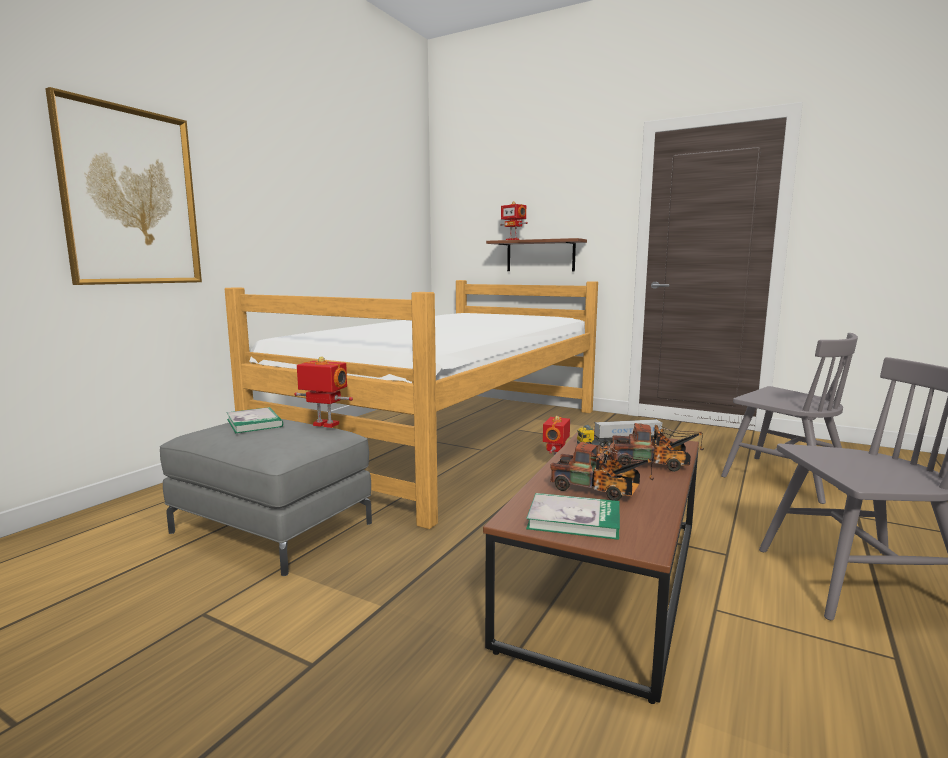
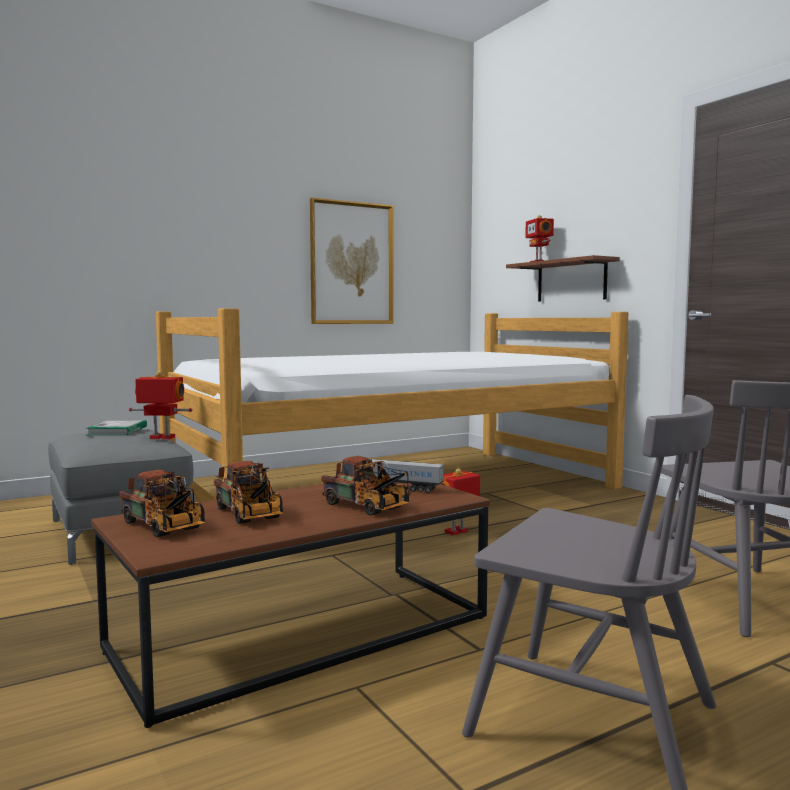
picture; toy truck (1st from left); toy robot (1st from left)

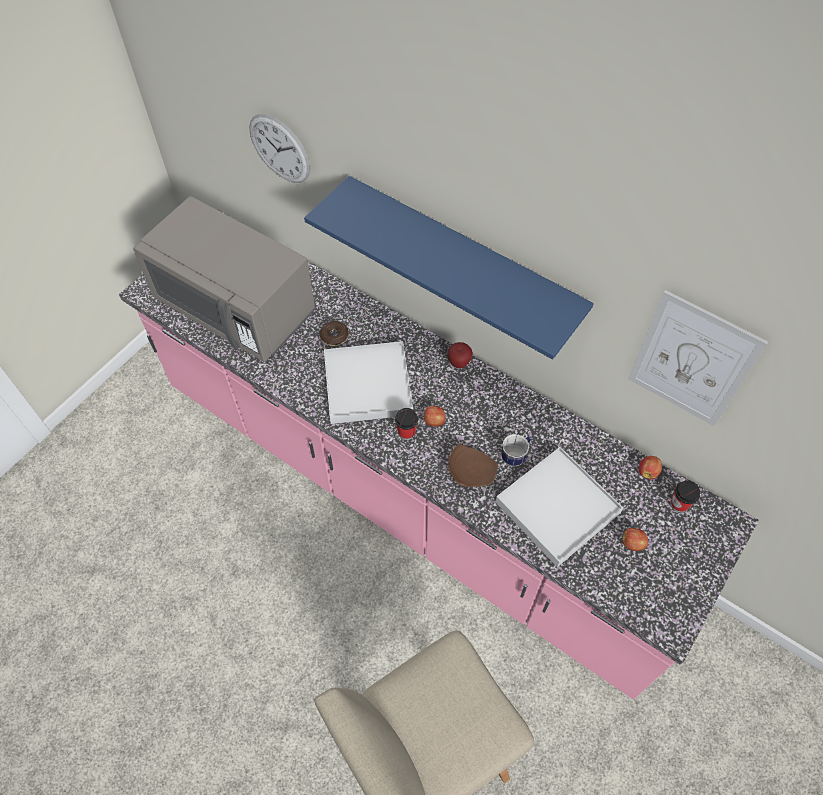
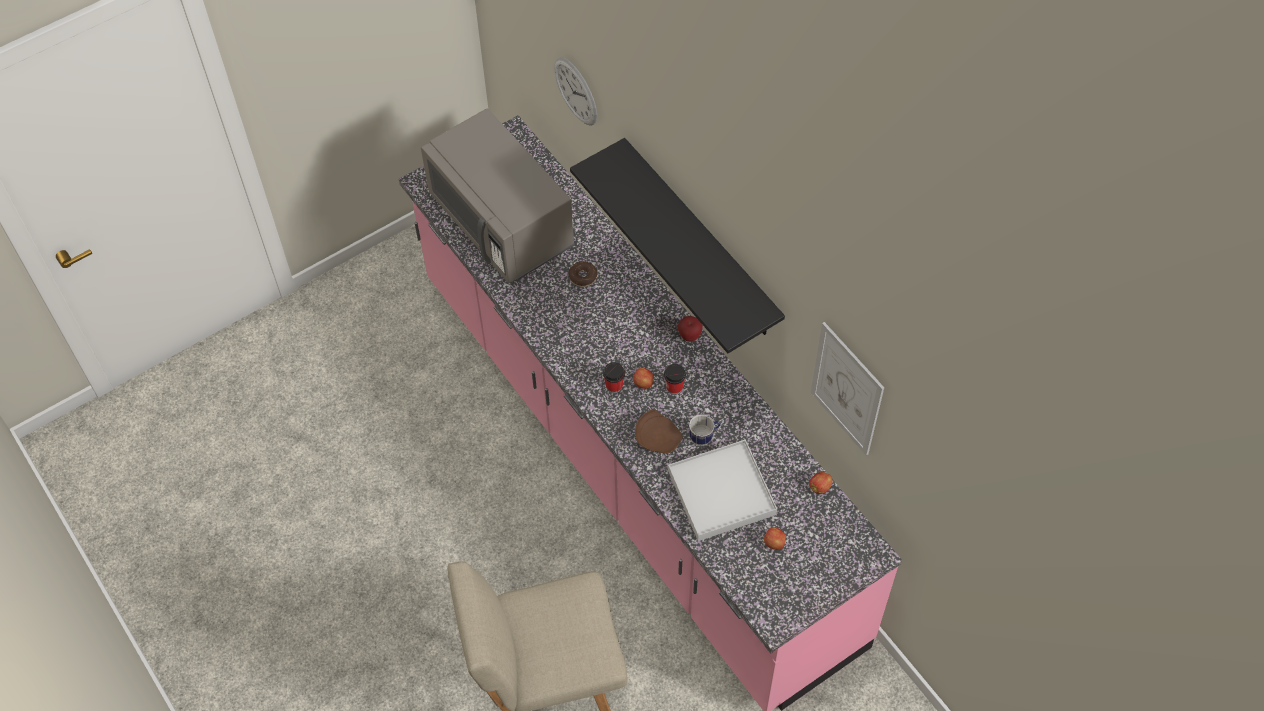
white tray (1st from left in the first image); cup (2nd from left); black shelf

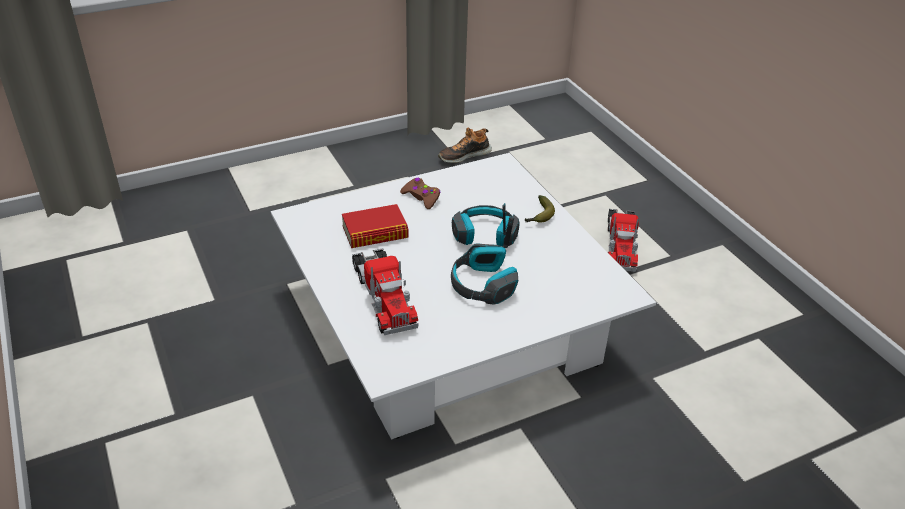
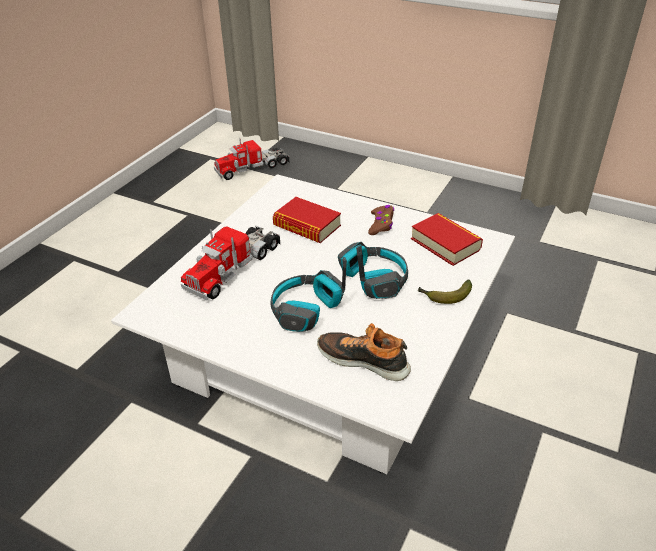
book (2nd from left); shoe; toy truck (2nd from left)

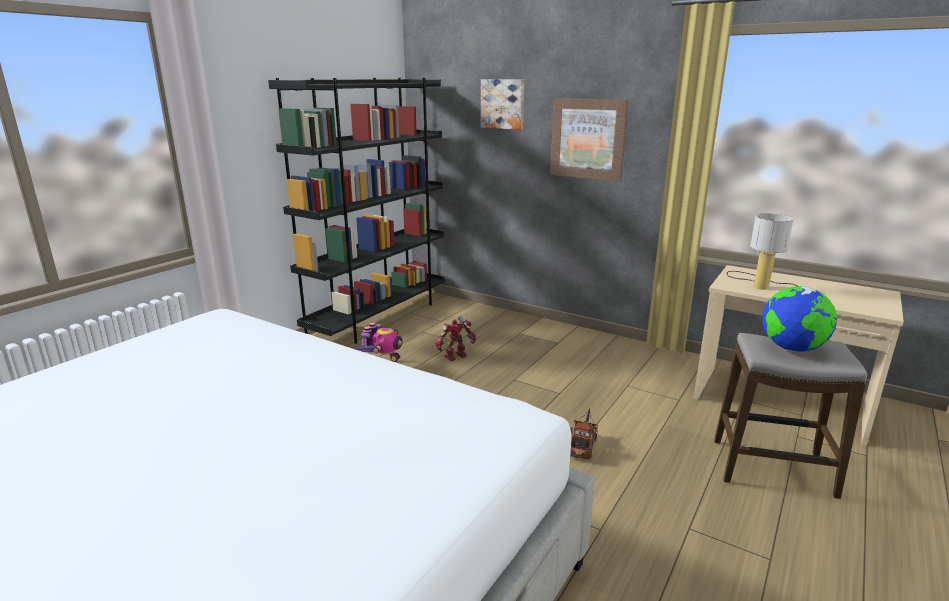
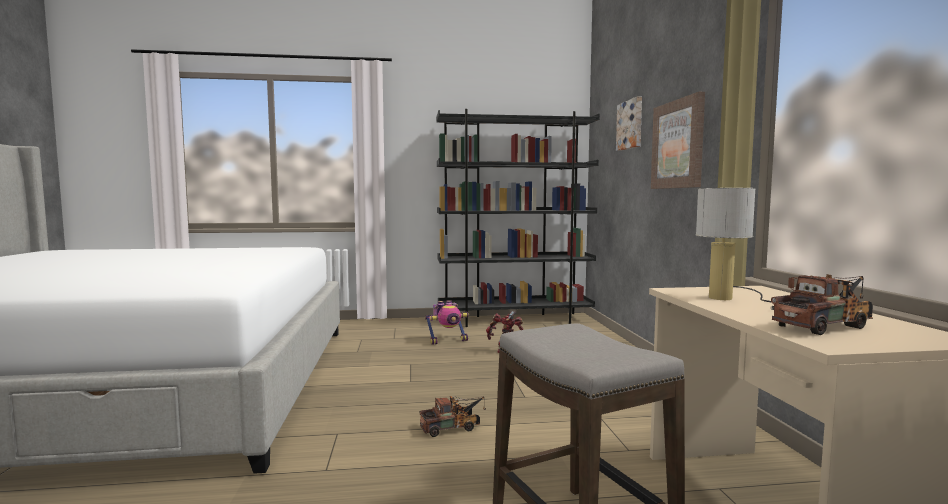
globe; toy truck (2nd from left)

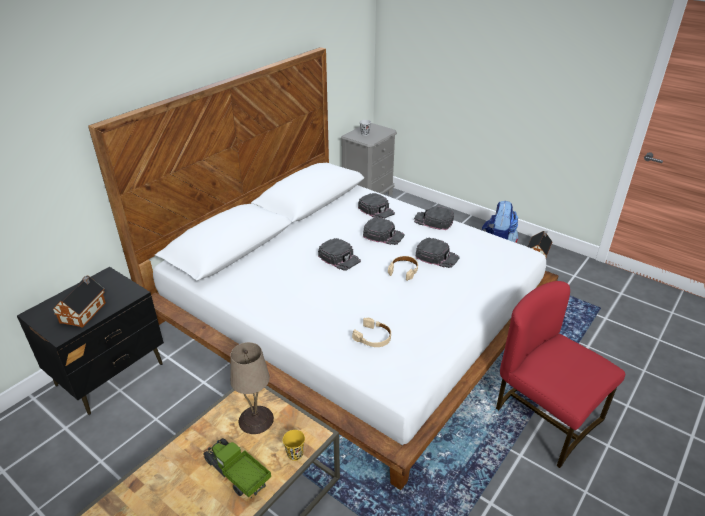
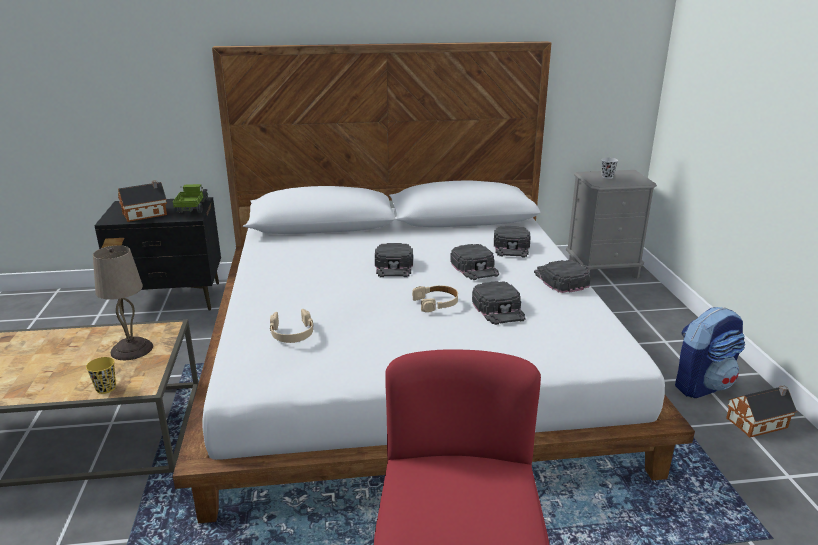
toy truck

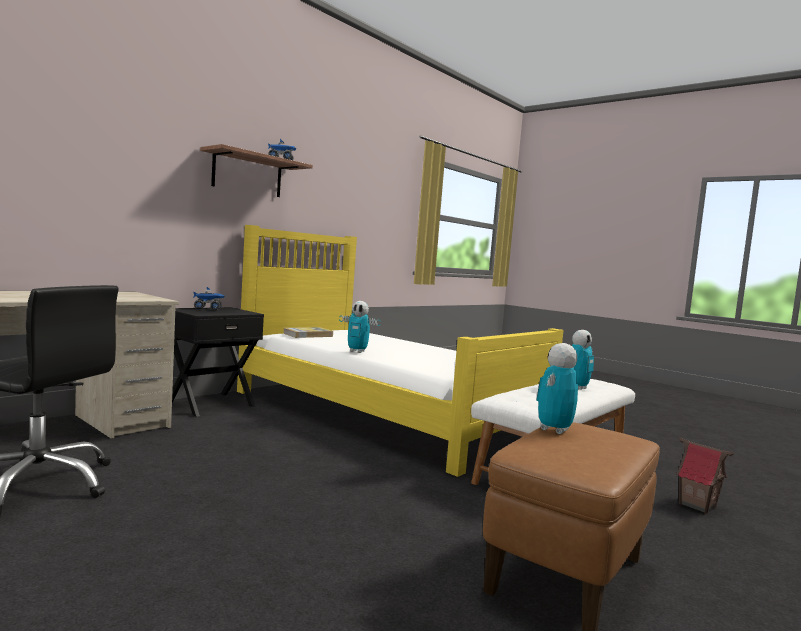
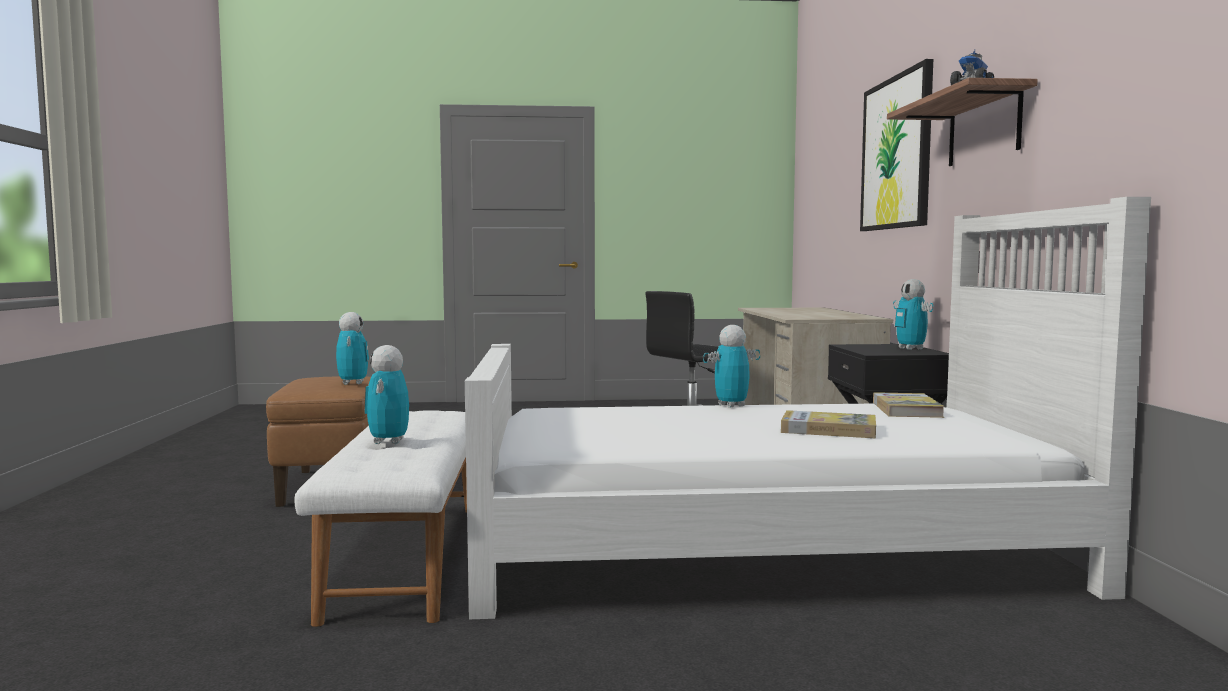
toy house; book (1st from left); picture; toy robot (4th from left); white bed

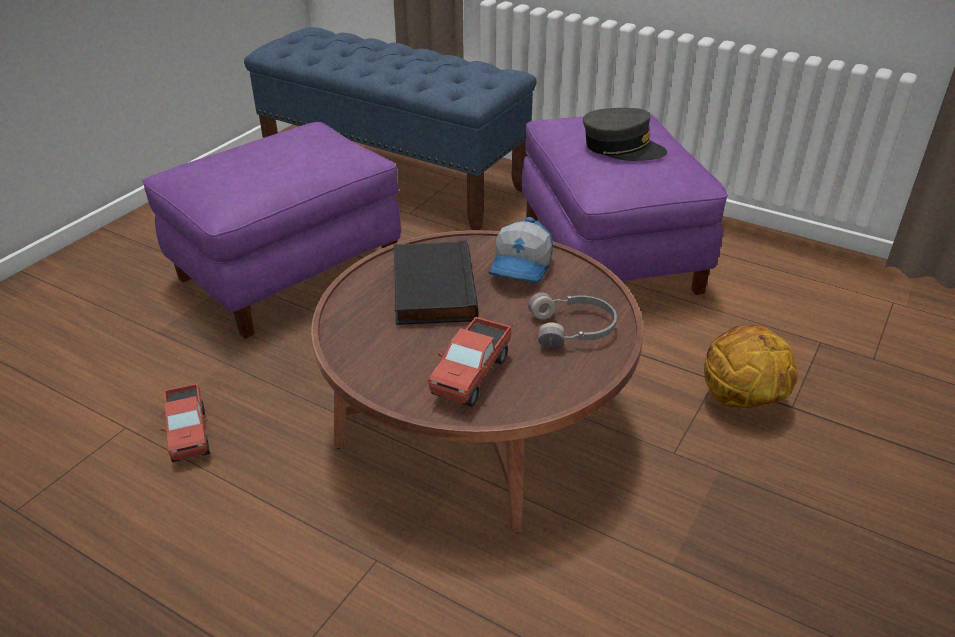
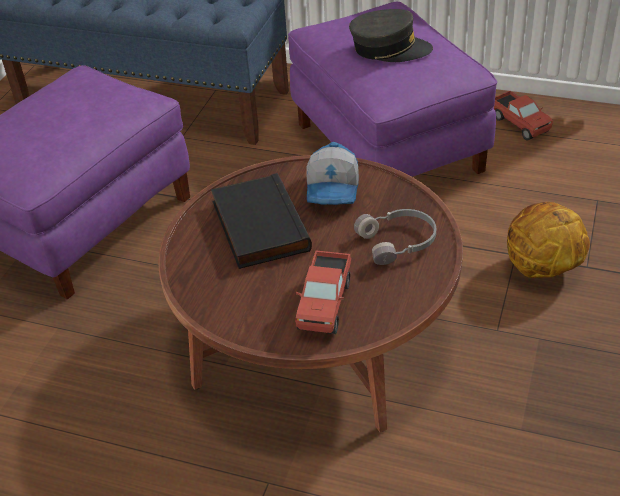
toy truck (2nd from left)

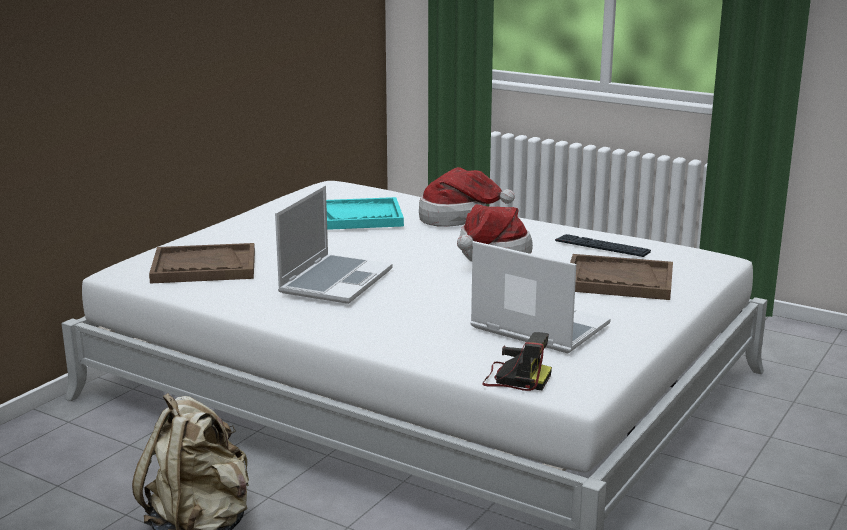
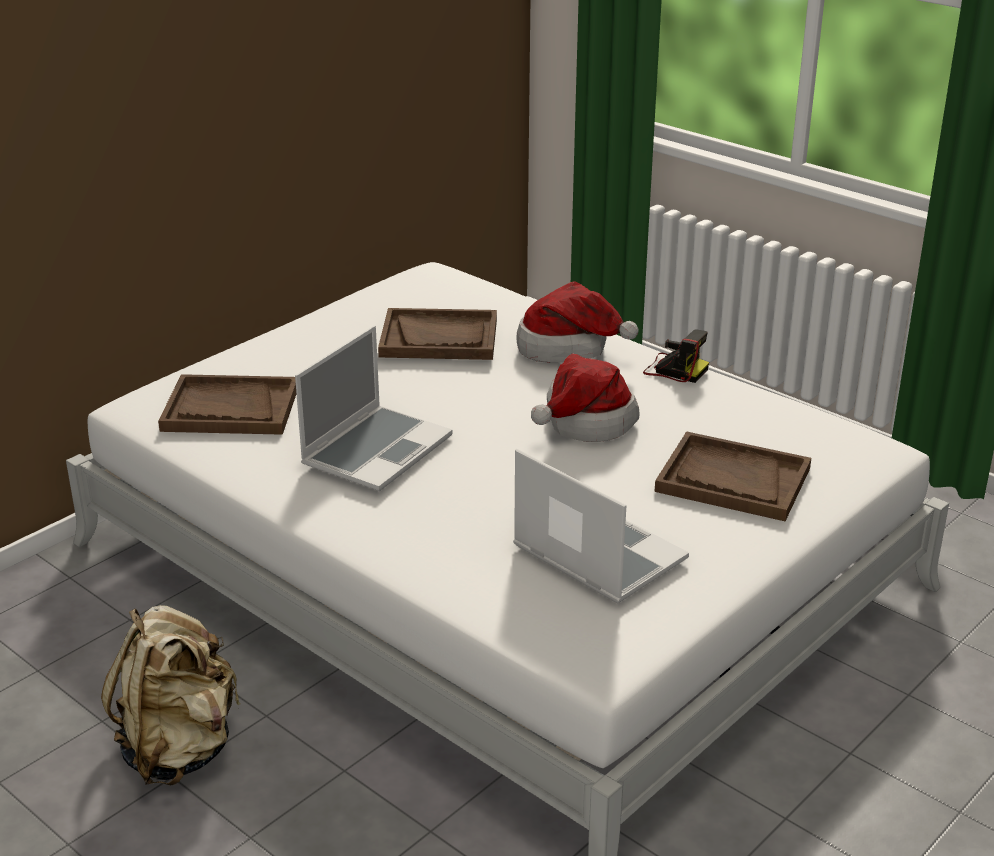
keyboard; photo camera; brown tray (2nd from left)

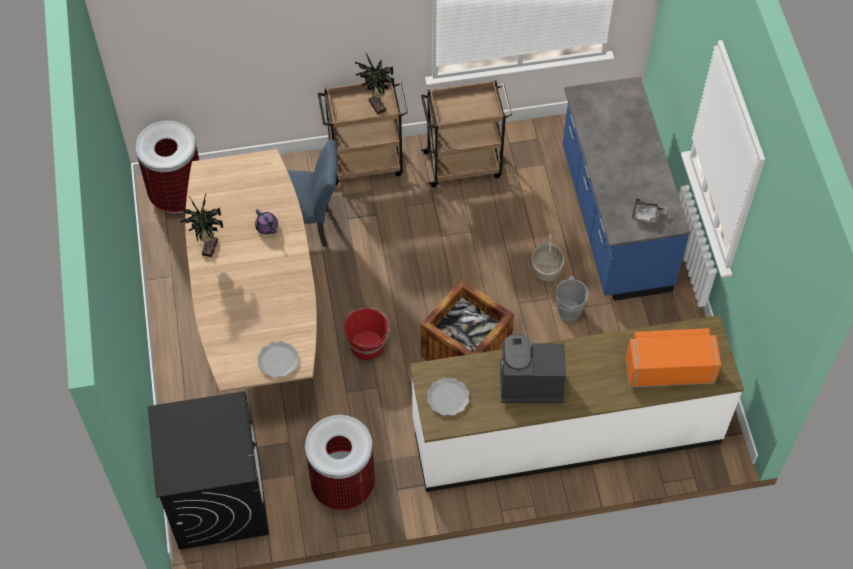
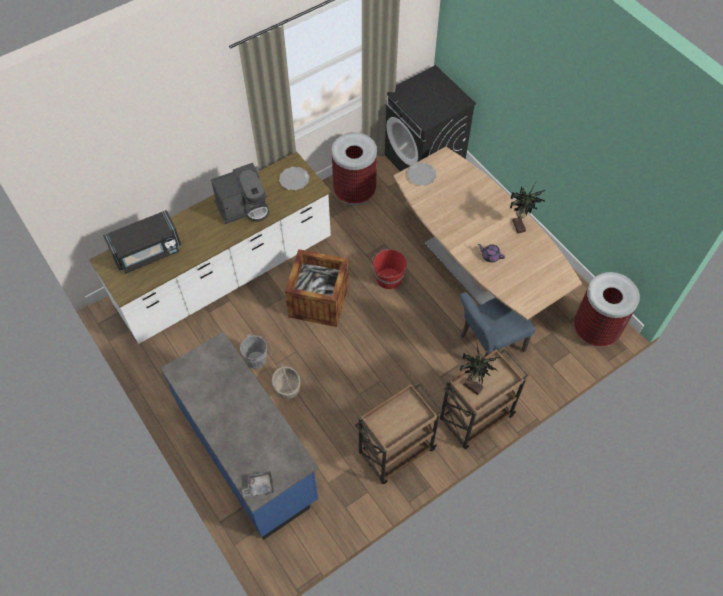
grey tray; black microwave

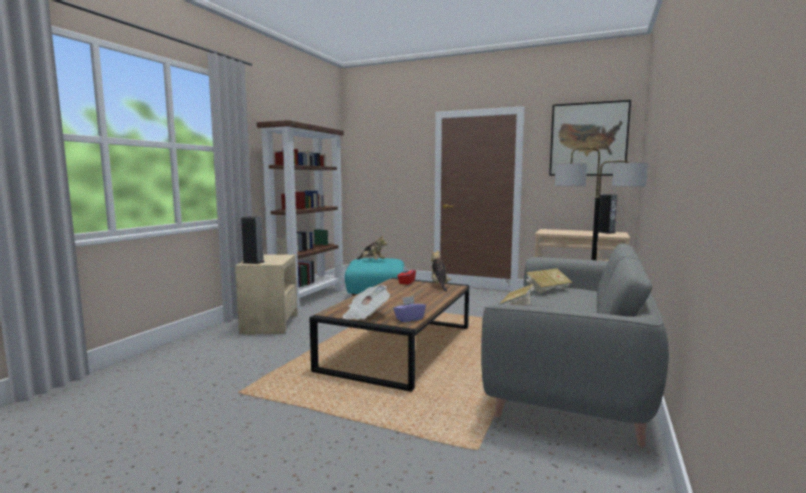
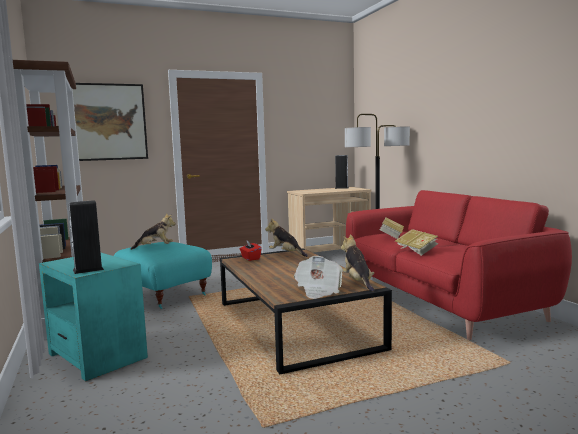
picture; plush toy (3rd from left); turquoise side table; red sofa

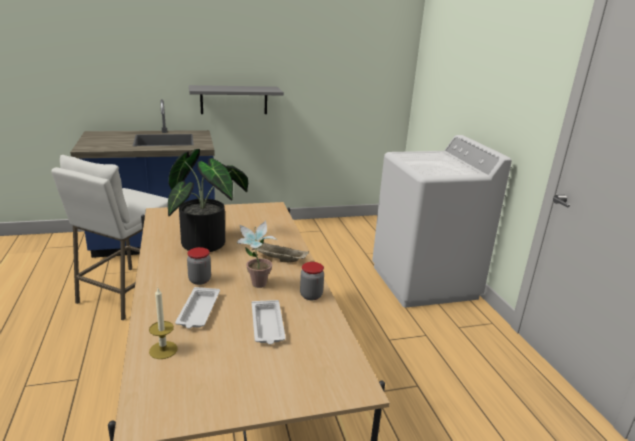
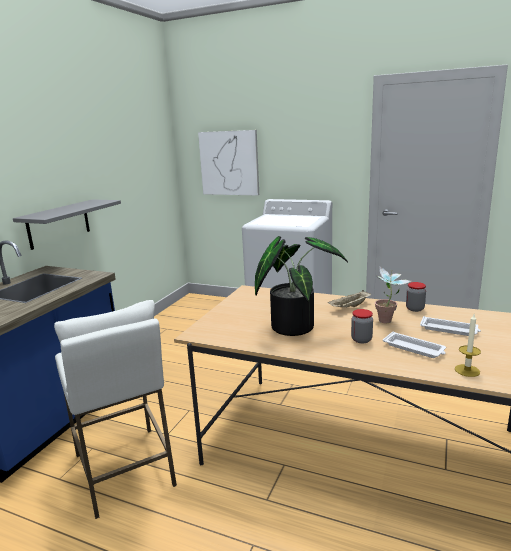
picture

